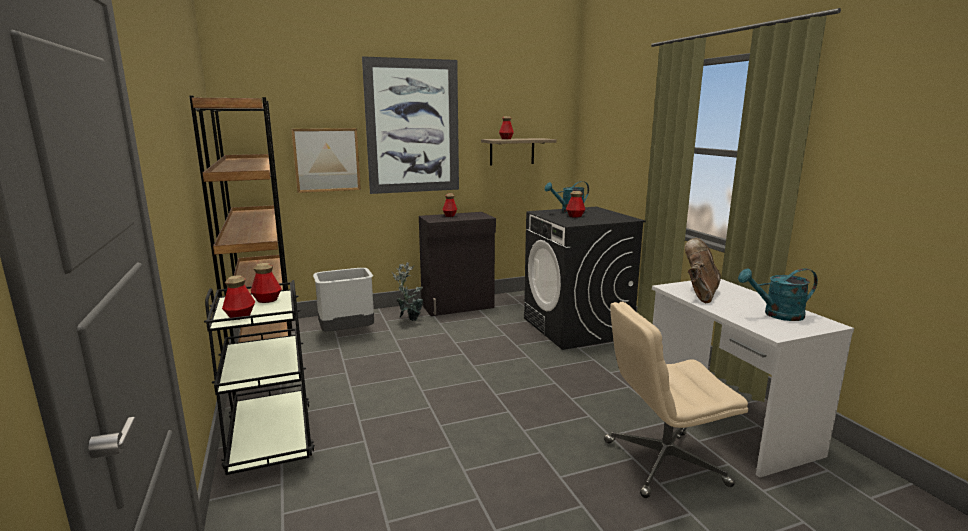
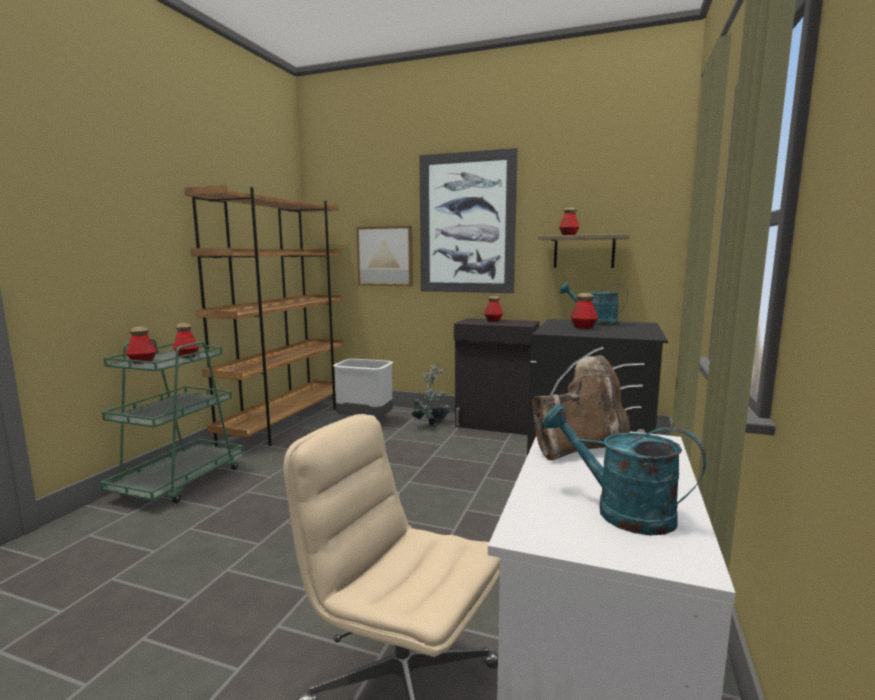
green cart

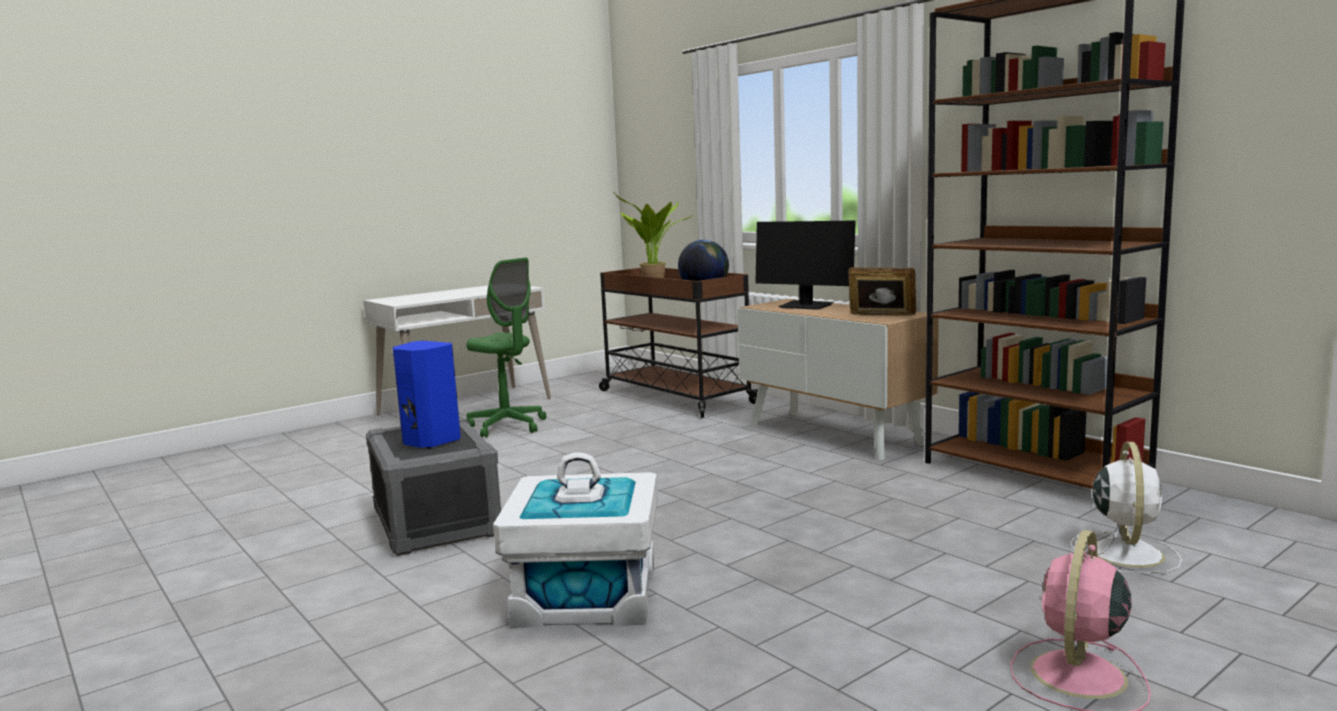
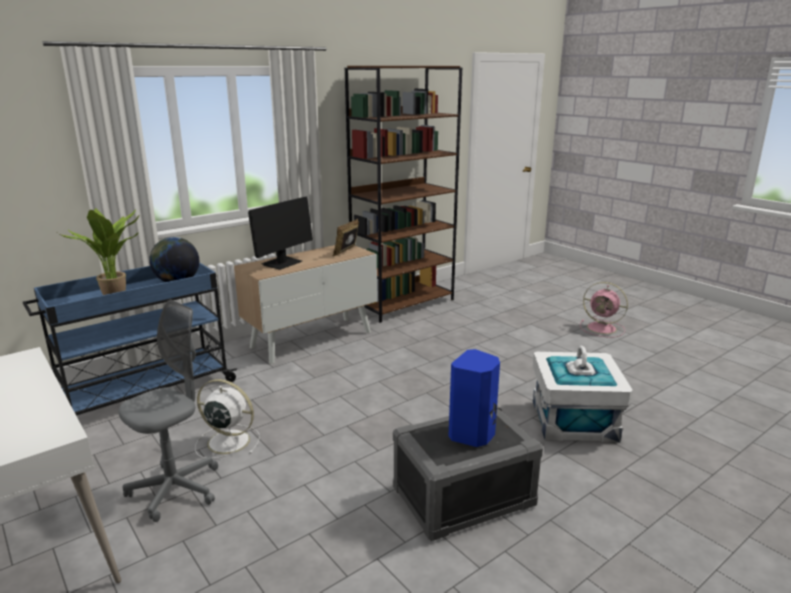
white fan; grey office chair; blue cart

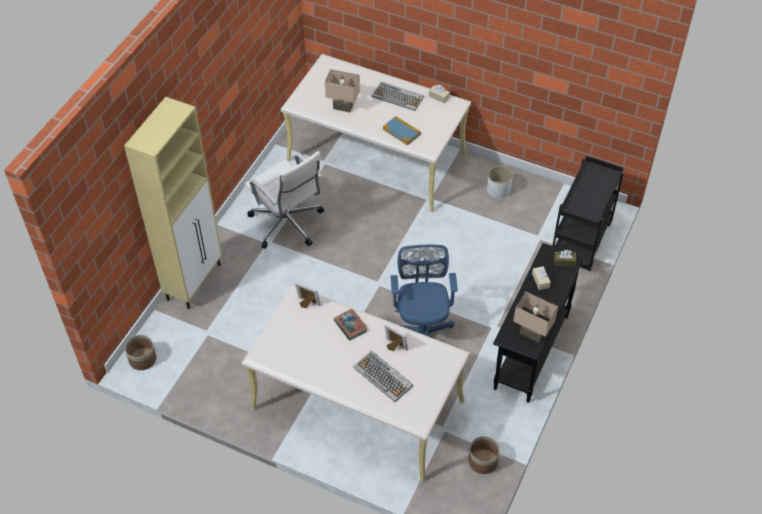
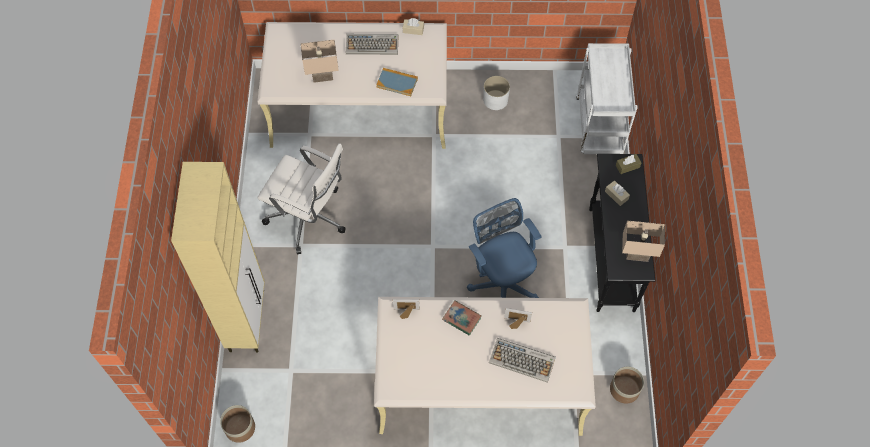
white cart

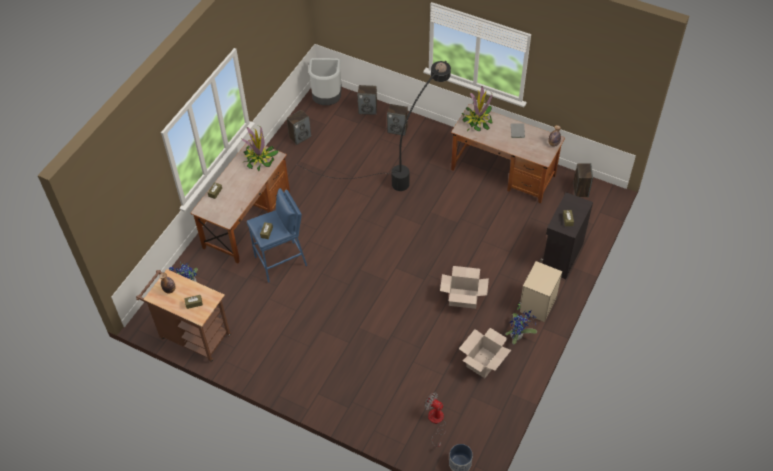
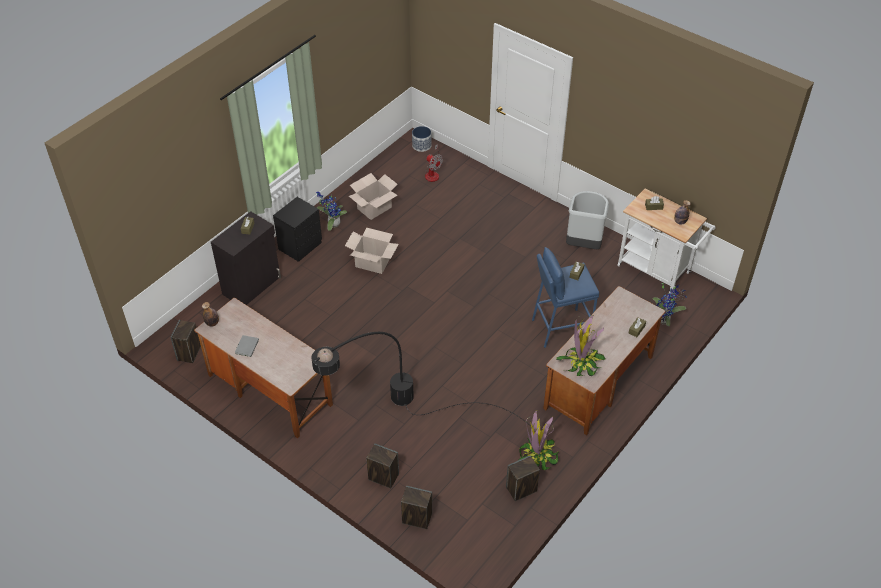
grey trash can; potted plant (2nd from left); white cart; black nightstand

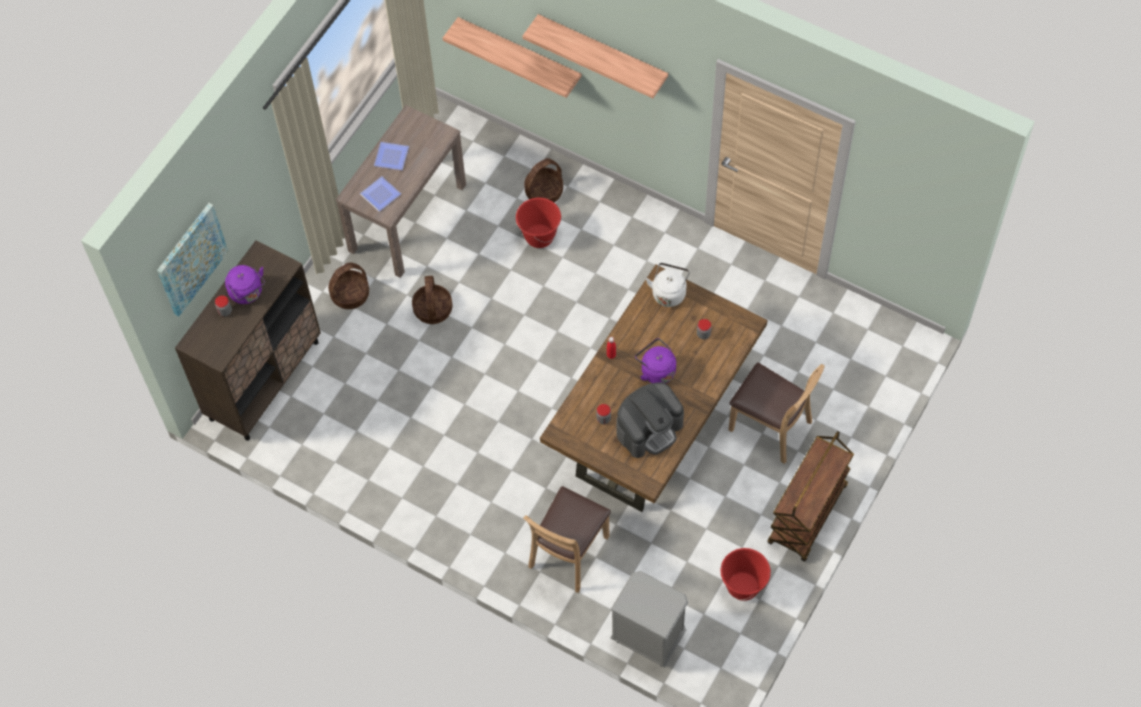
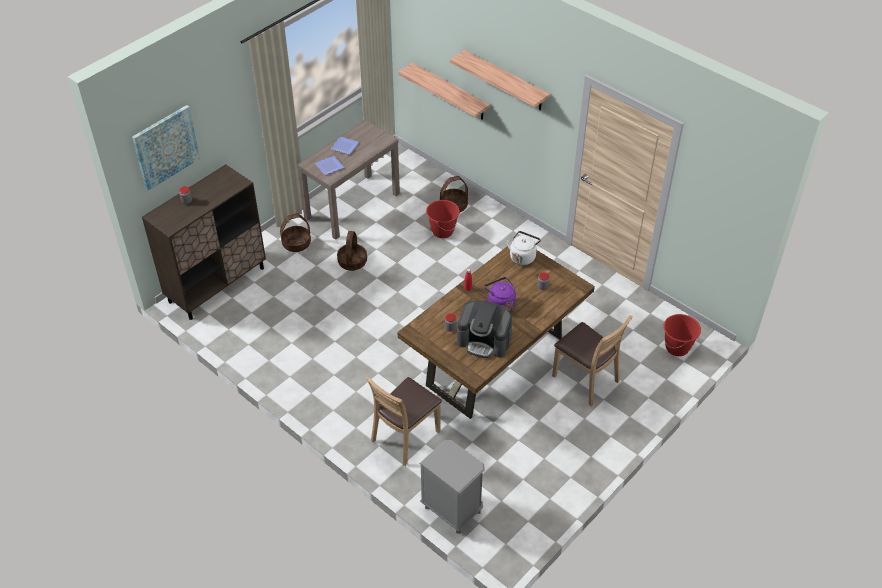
purple kettle (1st from left in the first image); brown cart; red bucket (2nd from left); coffee machine

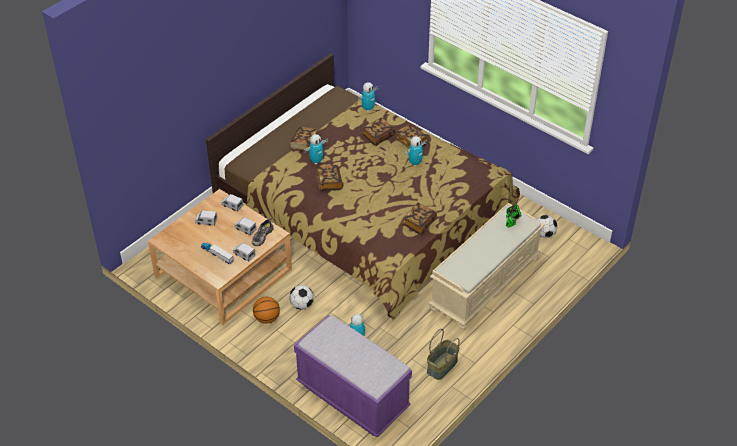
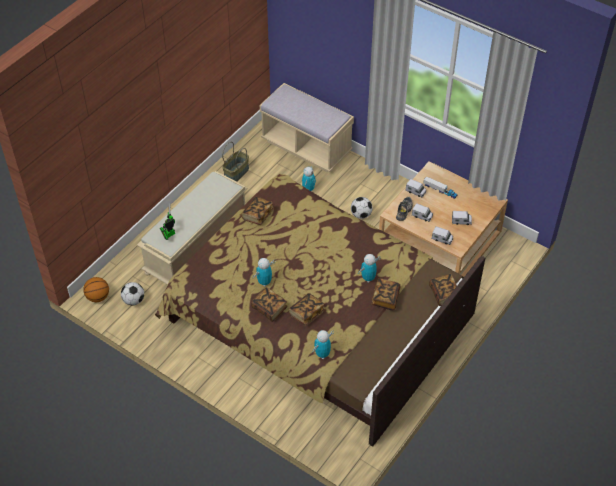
basketball; book (5th from left); beige bench (2nd from left)

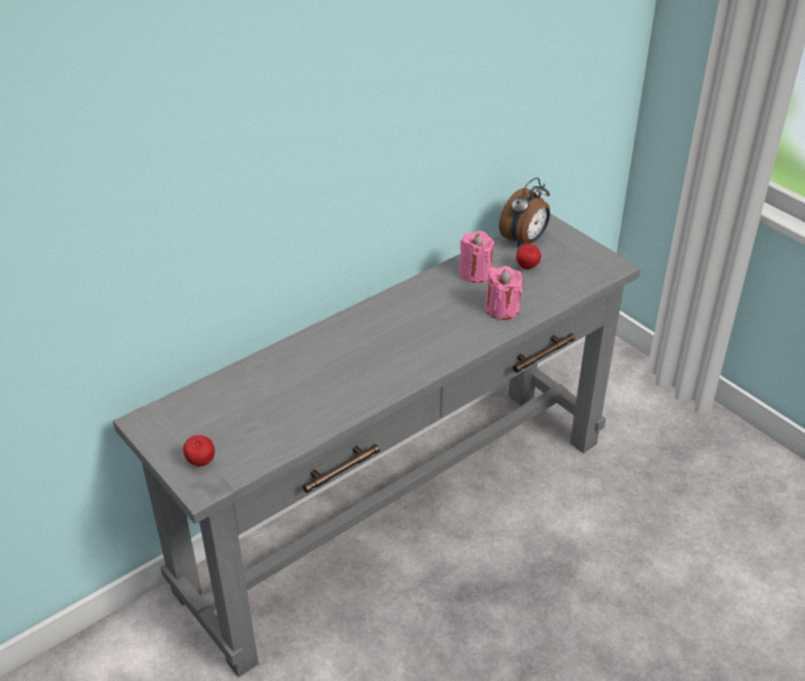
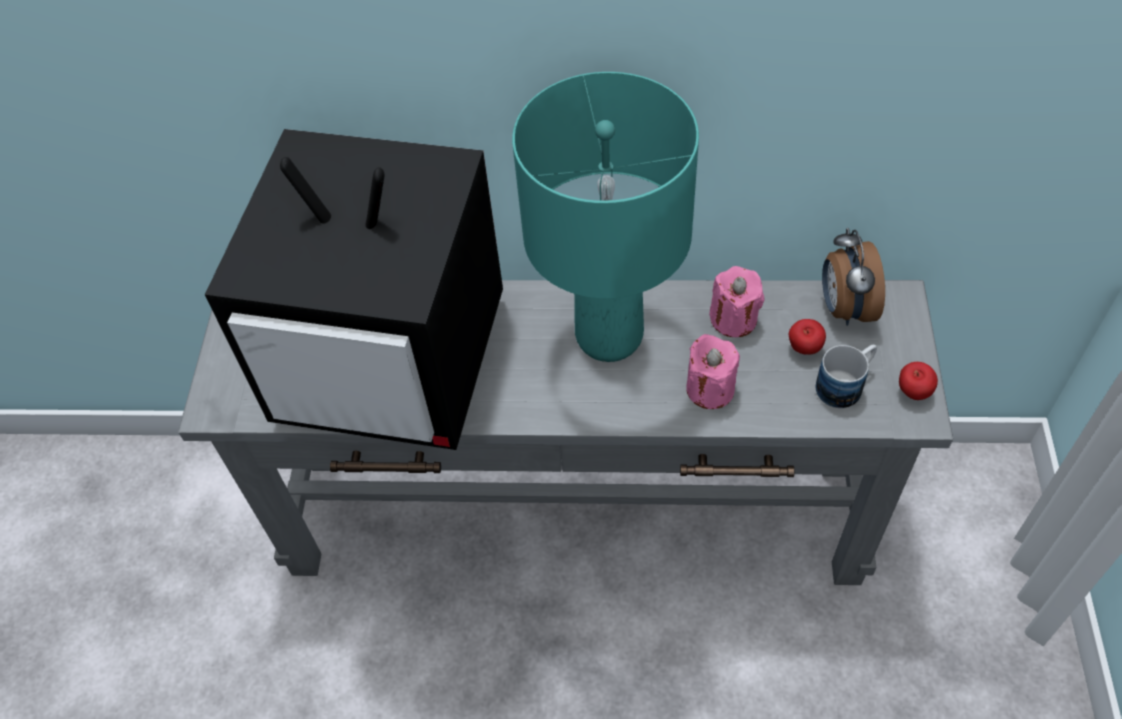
television; turquoise table lamp; mug; apple (2nd from left); alarm clock

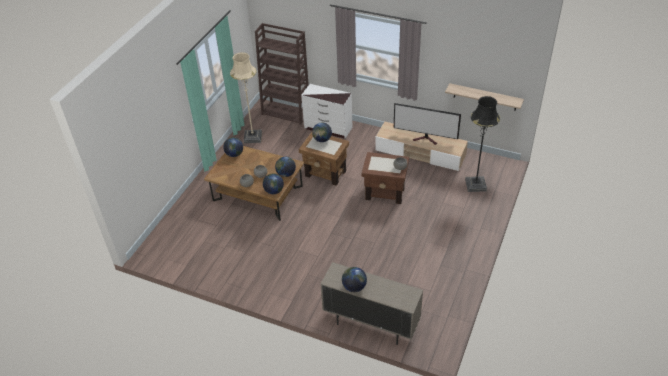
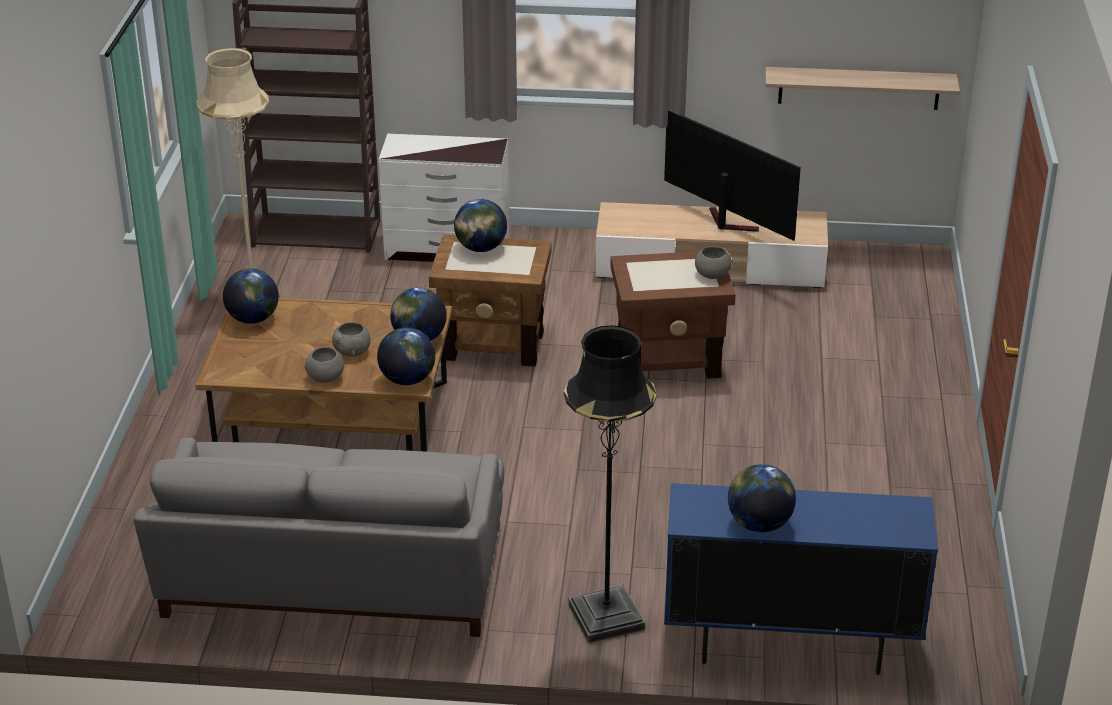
grey sofa; black floor lamp; blue cabinet; television

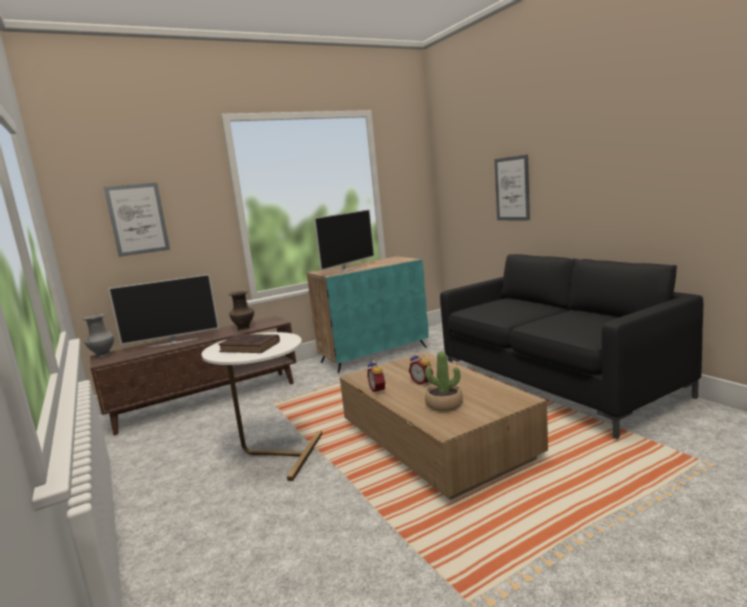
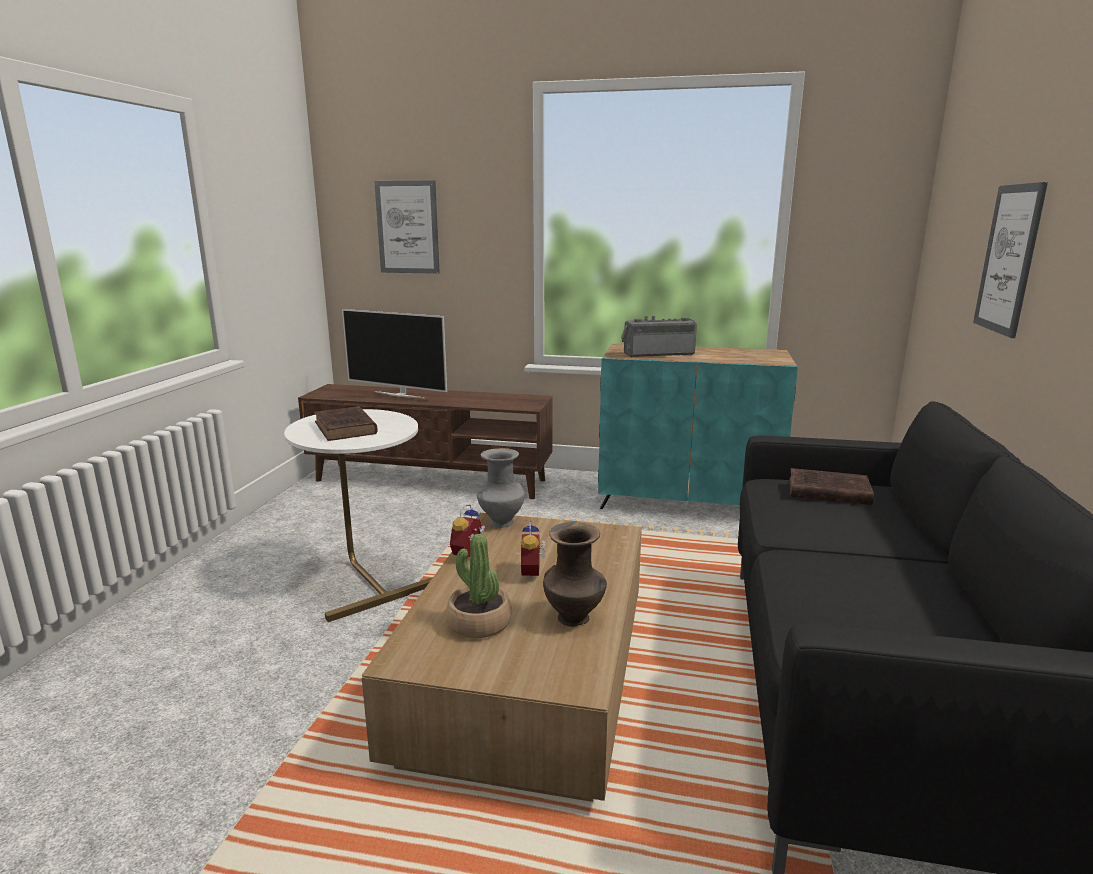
brown book (2nd from left); grey vase; brown vase; radio

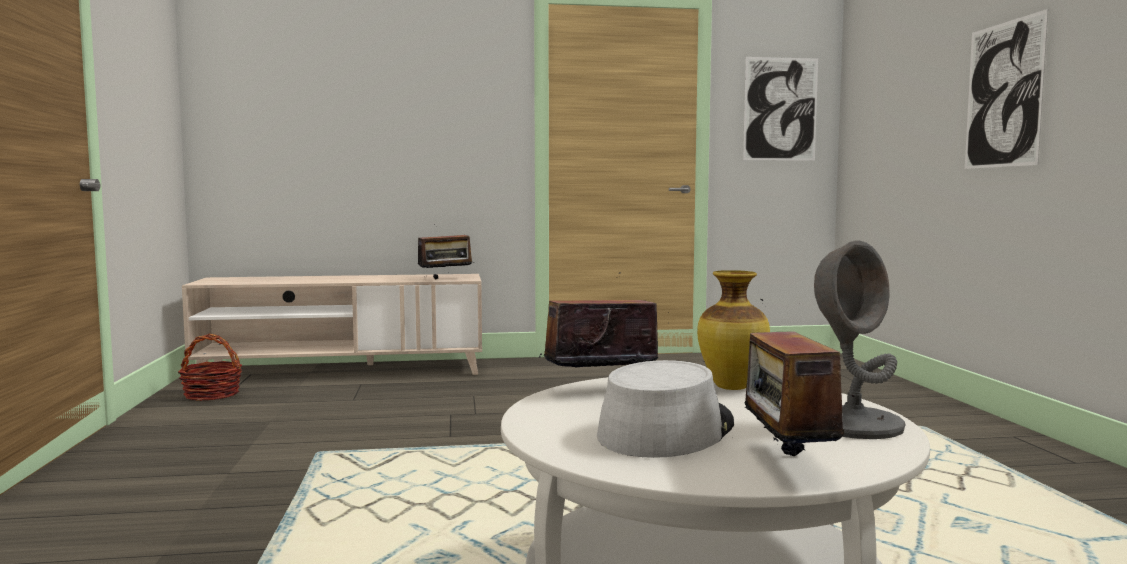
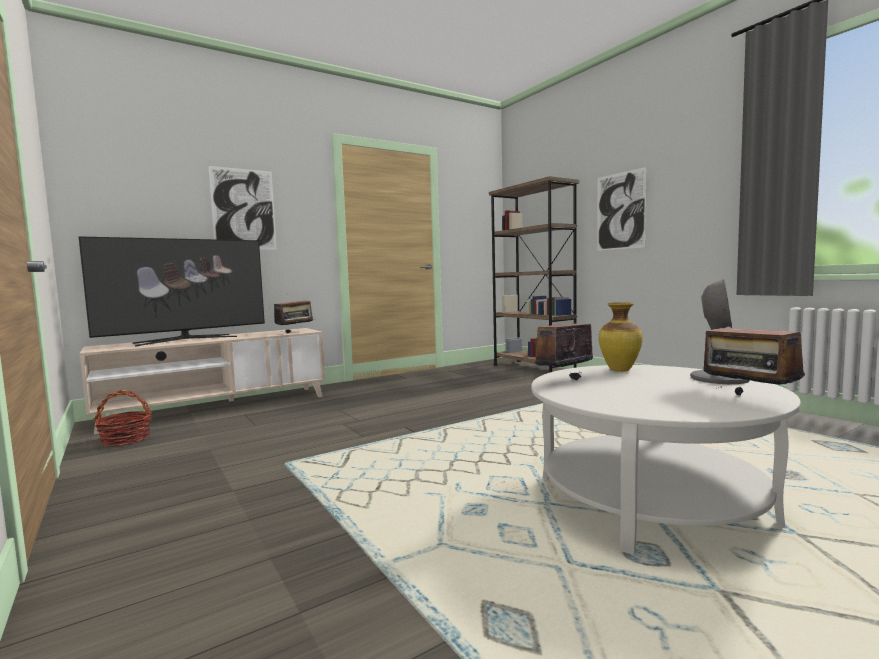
grey hat; television; brown bookcase; picture (1st from left)

